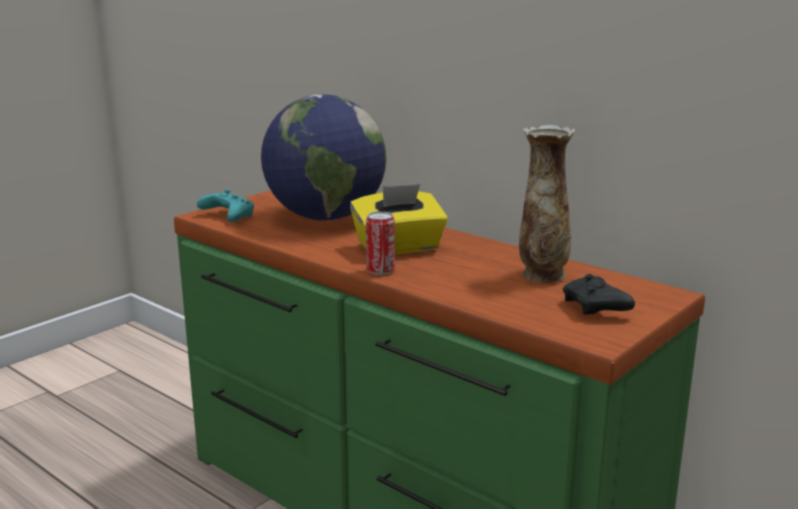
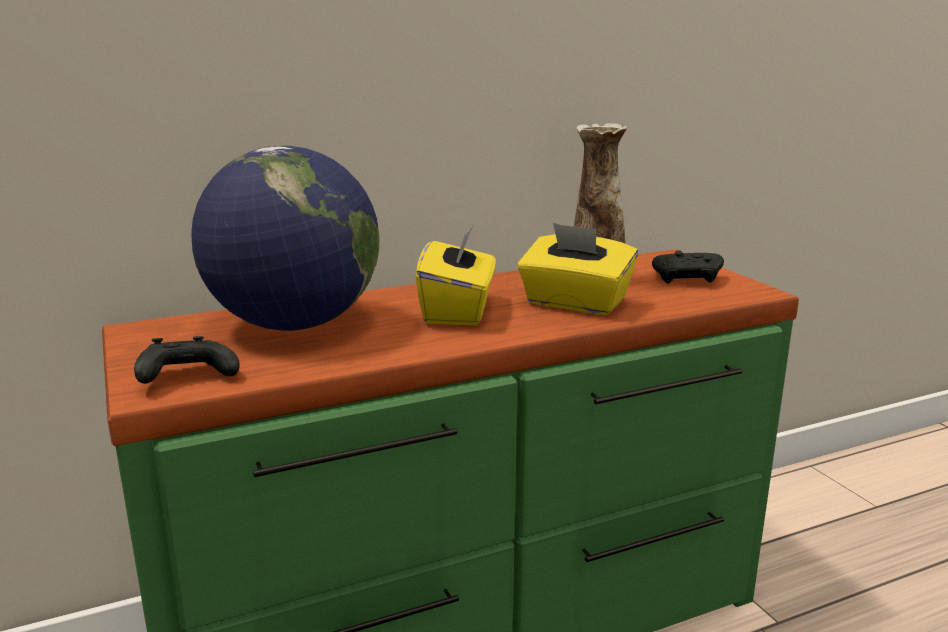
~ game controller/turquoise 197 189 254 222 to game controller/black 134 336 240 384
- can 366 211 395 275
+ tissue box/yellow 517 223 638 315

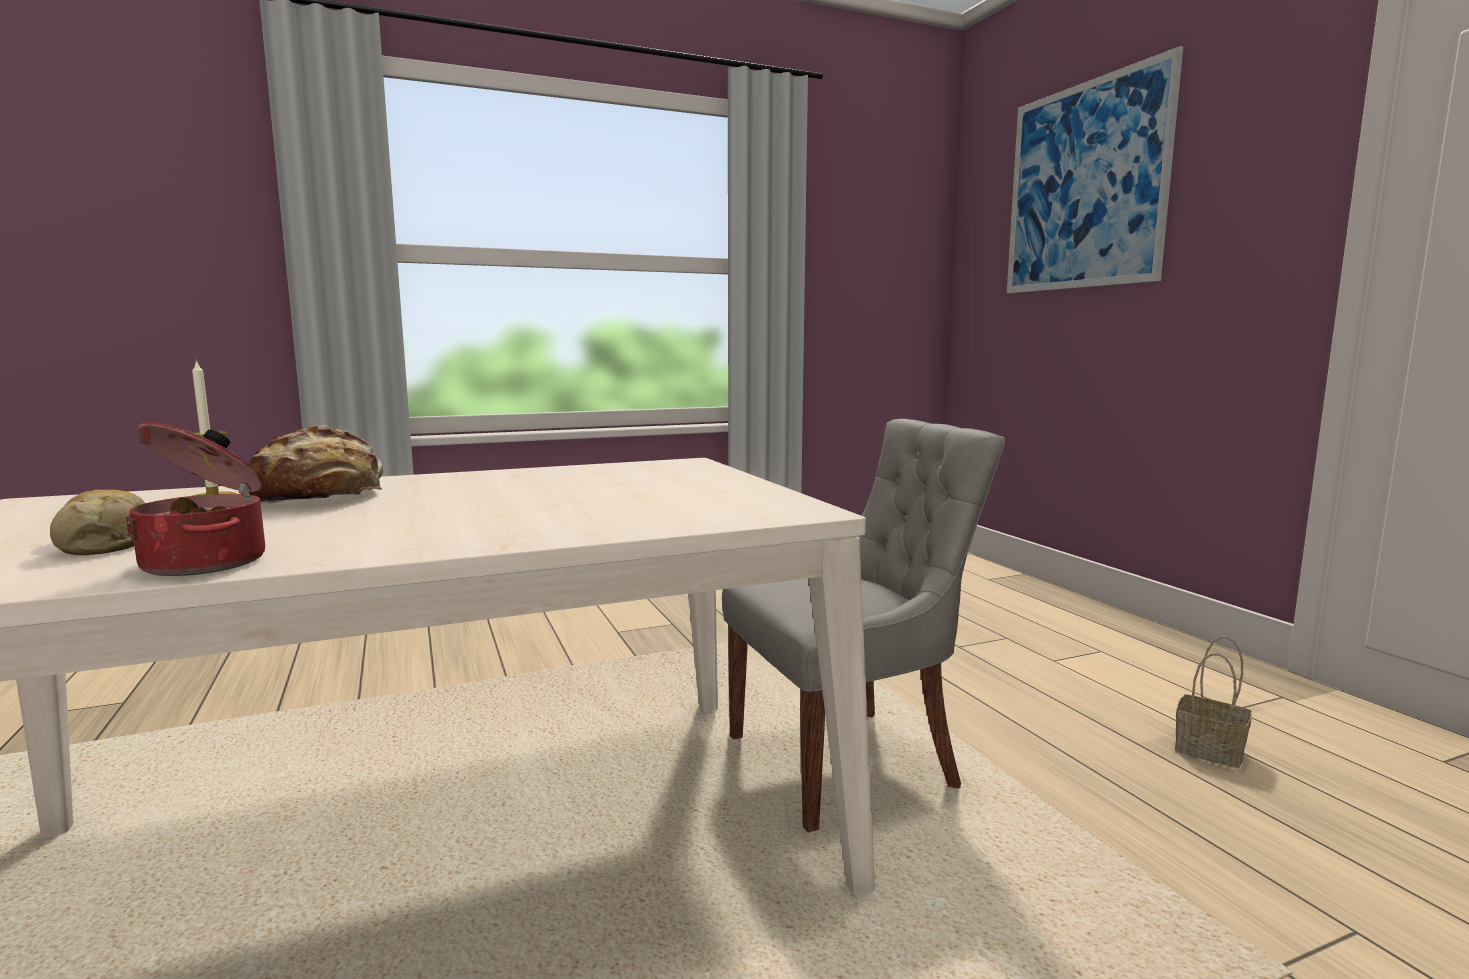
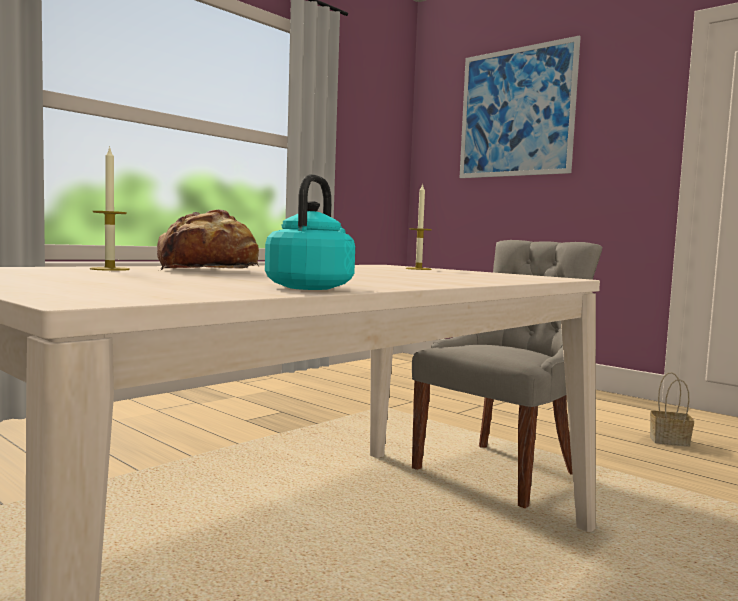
- bread 50 490 145 555
~ cooking pot 124 422 265 576 to kettle/turquoise 265 174 355 290
+ candle 406 183 432 270

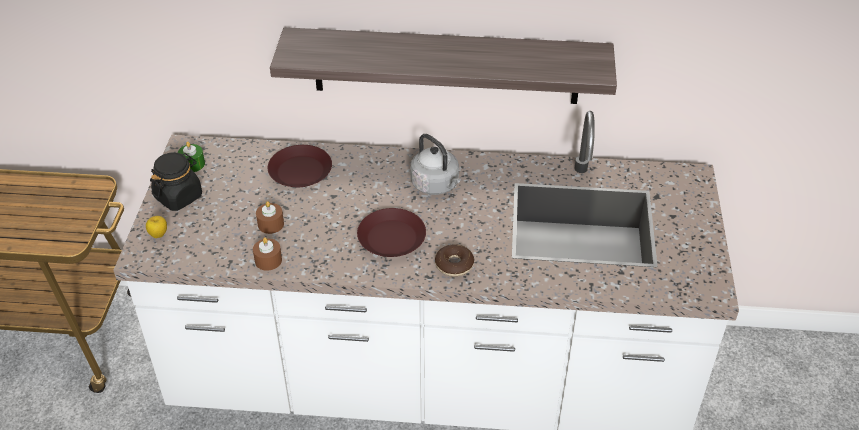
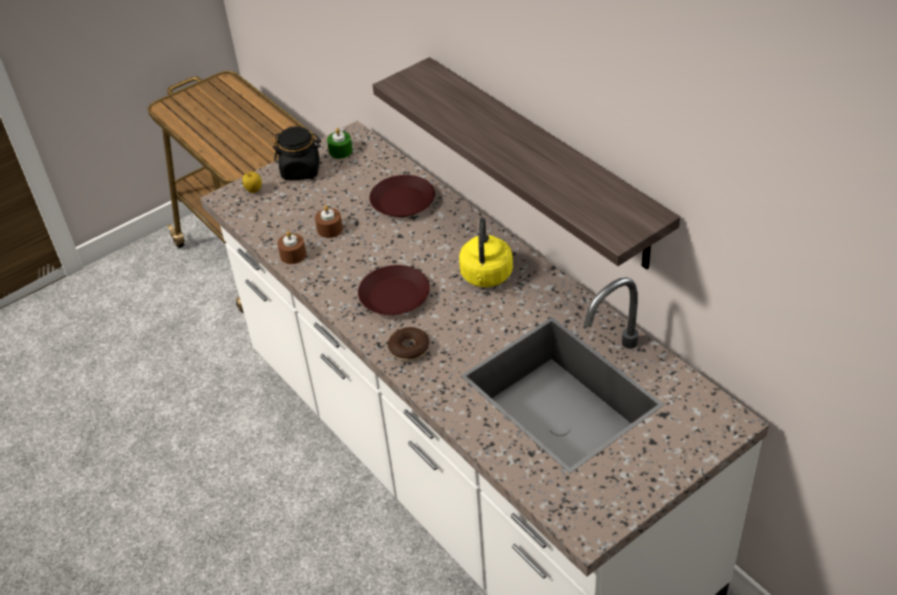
~ kettle/grey 410 134 461 195 to kettle/yellow 459 217 513 287

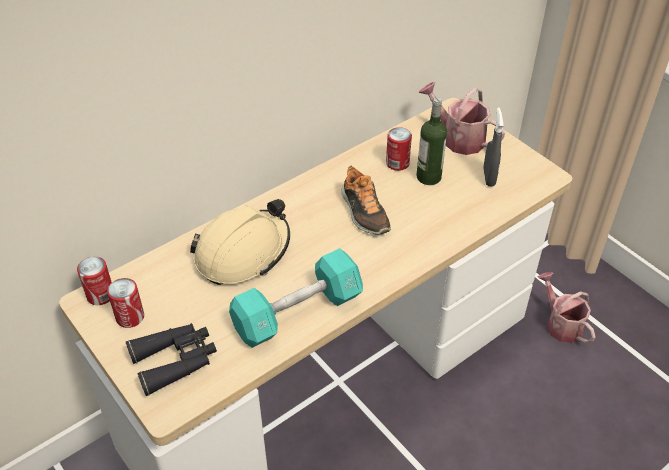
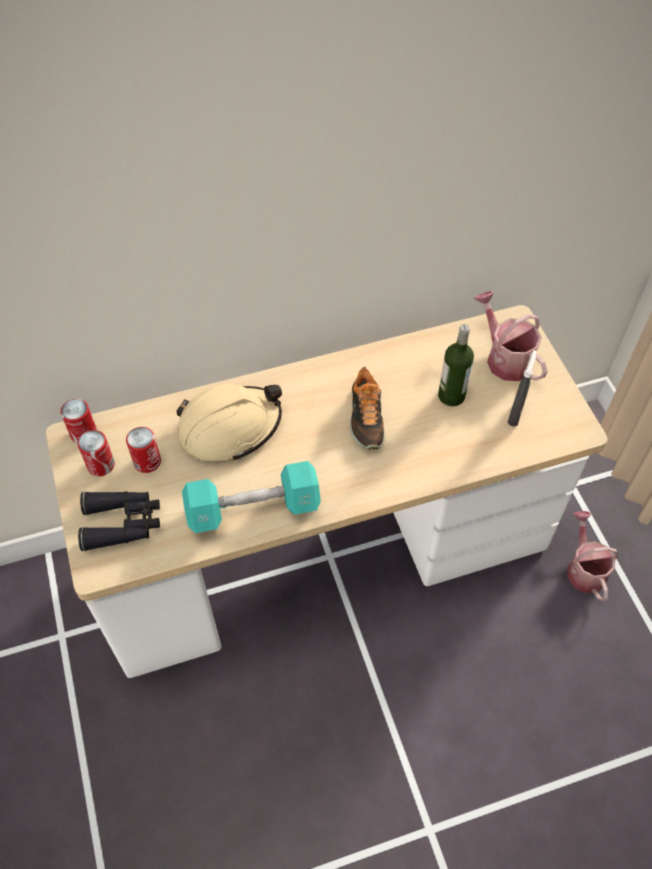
~ can 386 127 412 171 to 126 427 161 473

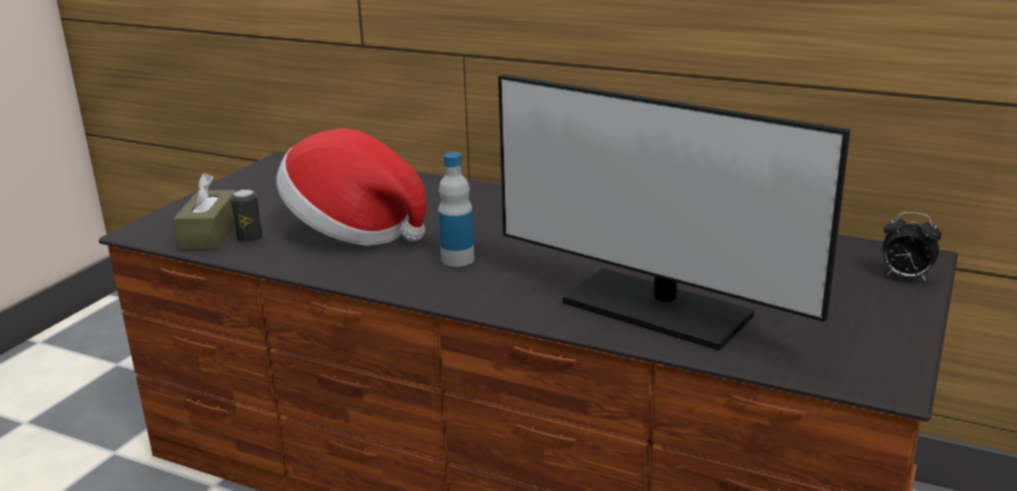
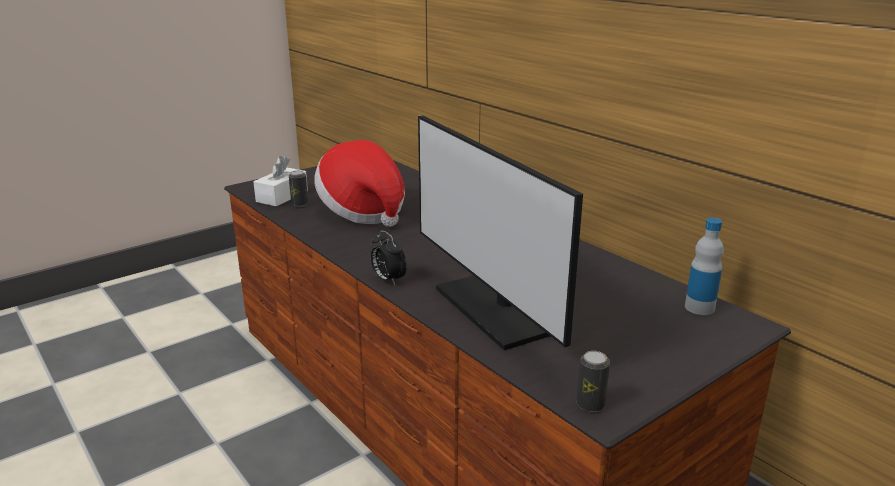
~ tissue box/brown 173 173 236 250 to tissue box/white 253 156 308 207
~ bottle 438 152 475 267 to 685 218 724 315
~ alarm clock 883 212 942 281 to 371 231 407 285
+ can 576 351 610 412

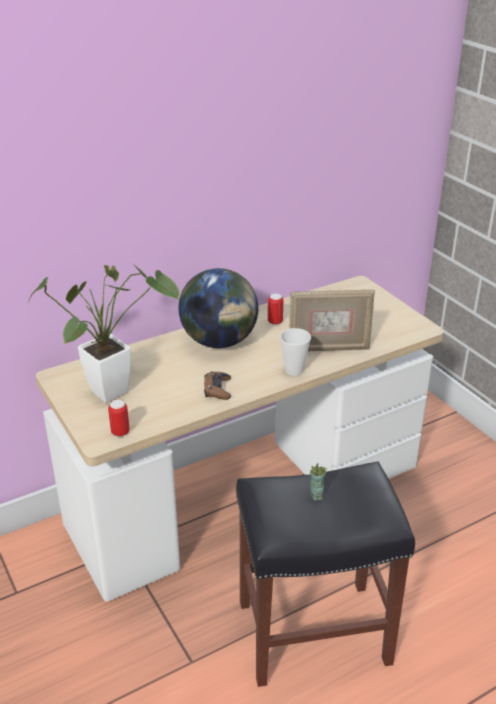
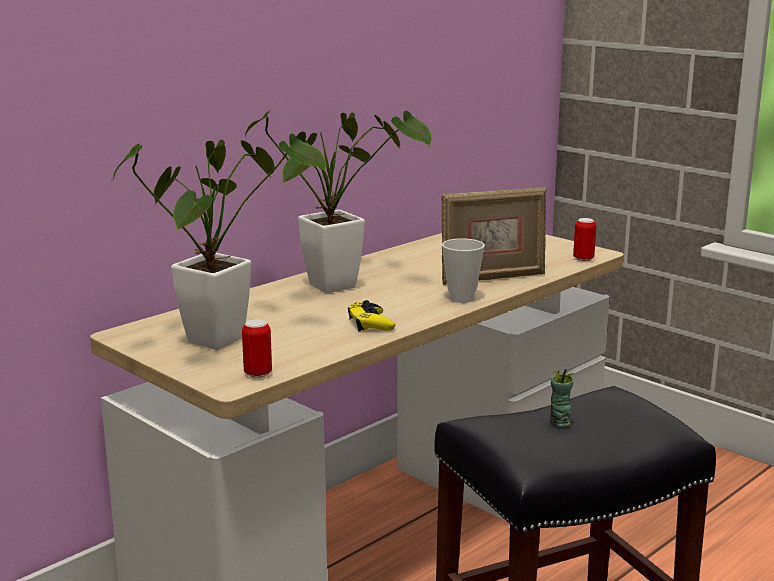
~ globe 179 268 258 348 to potted plant 243 109 432 293
~ game controller/brown 204 371 231 400 to game controller/yellow 348 300 396 332
~ can 268 294 283 325 to 573 218 596 261

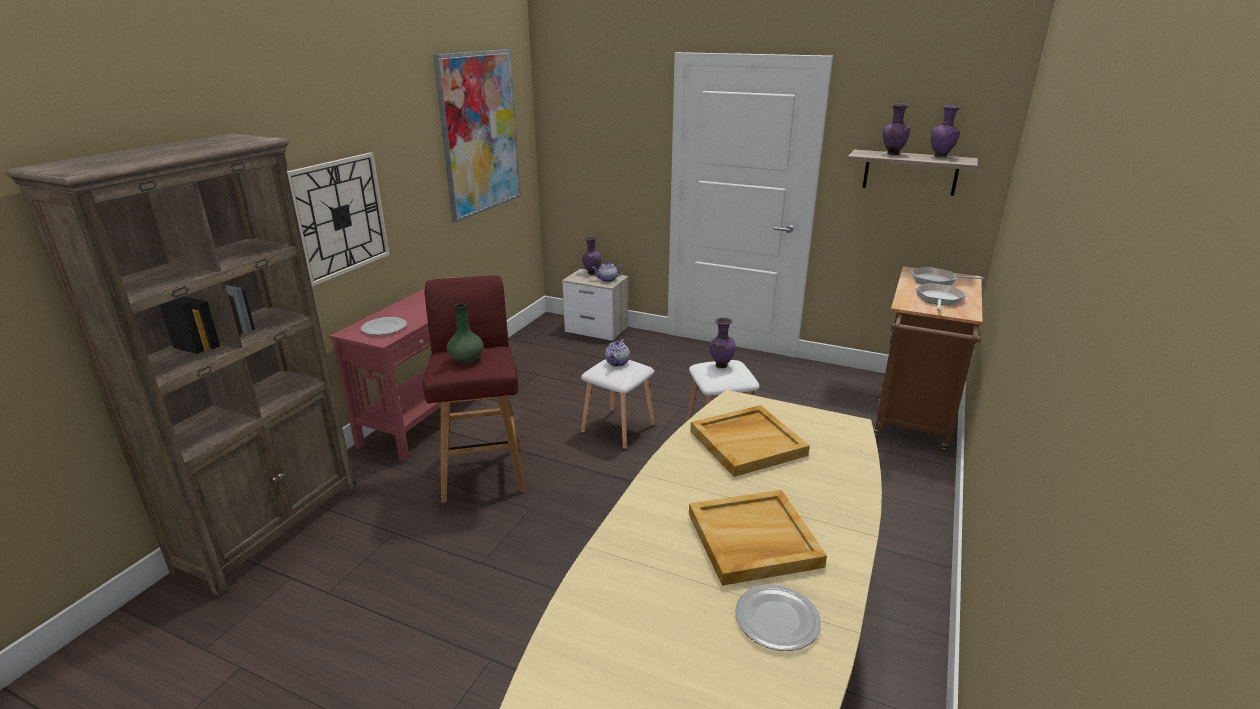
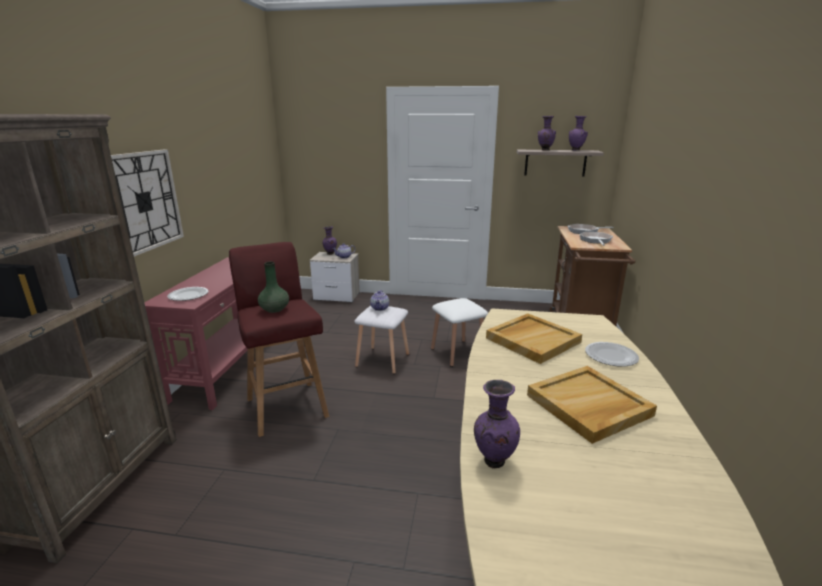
- picture 433 49 521 223
~ vase/purple 710 318 736 368 to 474 380 520 468
~ plate 735 585 821 651 to 585 342 639 367

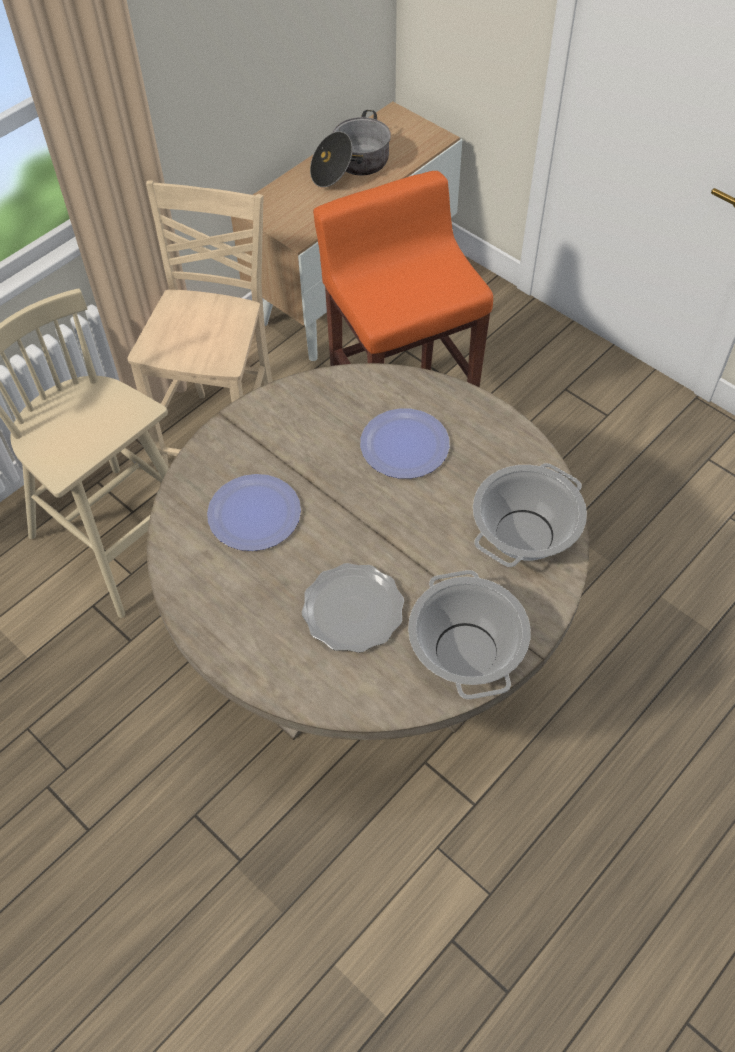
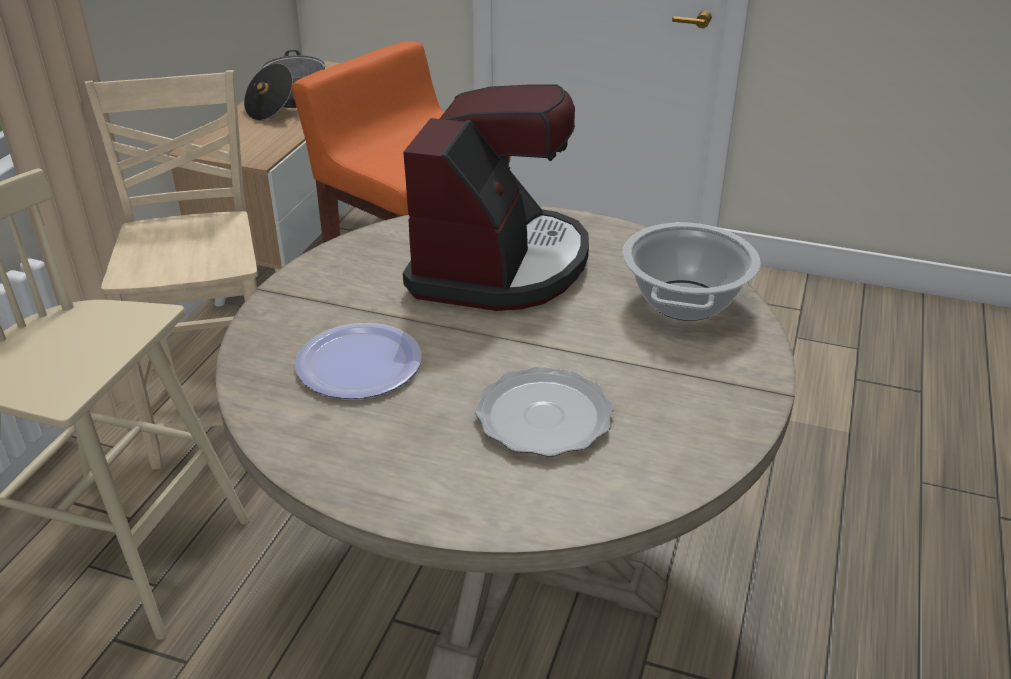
~ plate 360 408 450 479 to coffee machine 403 84 589 311
- cooking pot 408 570 531 699

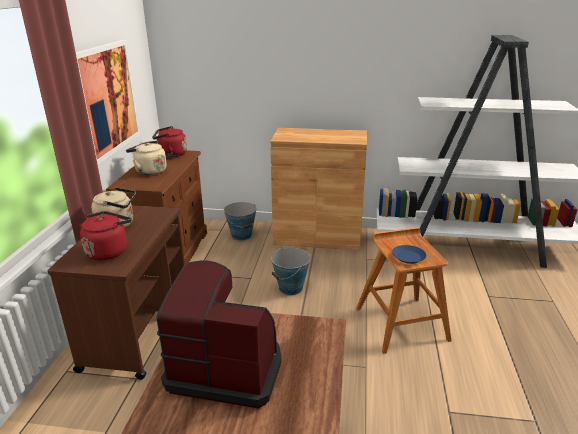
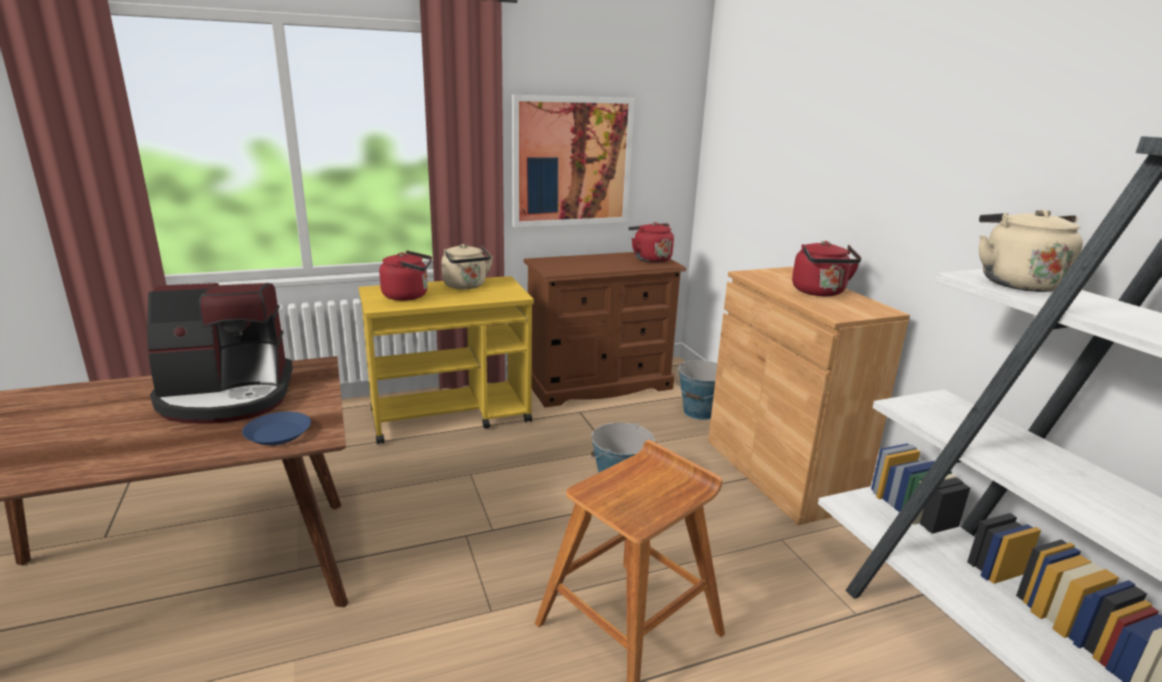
~ cart/brown 47 205 185 380 to cart/yellow 359 276 534 445
~ kettle/beige 126 141 167 175 to 979 209 1083 292
~ coffee machine 157 260 282 408 = 147 283 293 424 90 degrees clockwise
~ plate/blue 392 245 426 264 to 242 412 311 445
+ kettle/red 792 241 861 296

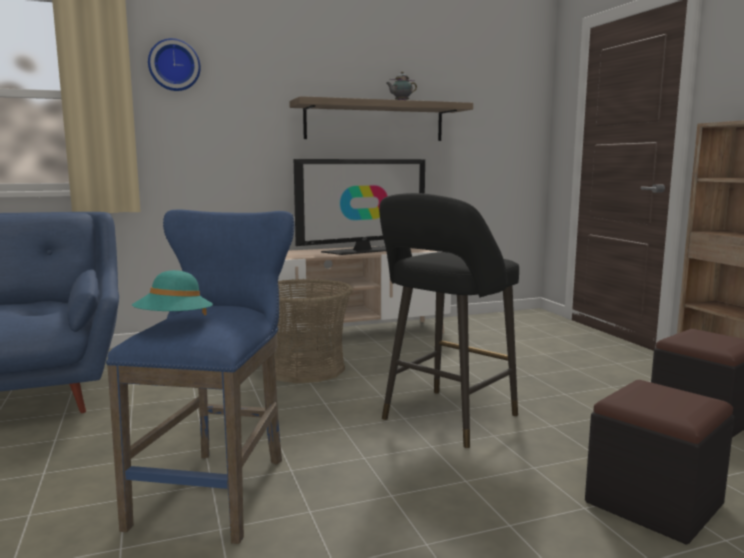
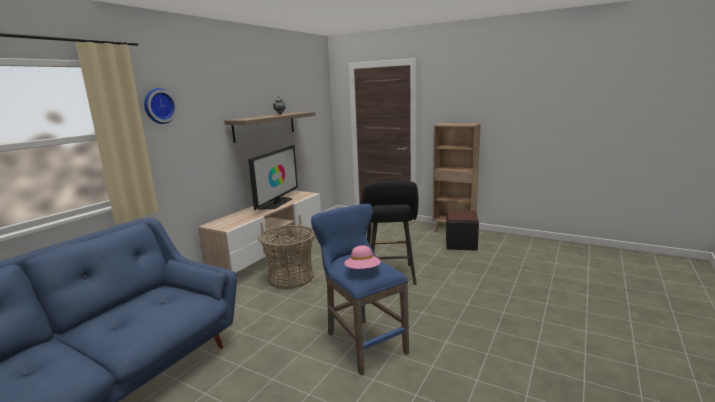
~ hat/turquoise 132 270 213 315 to hat/pink 344 245 381 269
- ottoman/black 585 380 734 545

